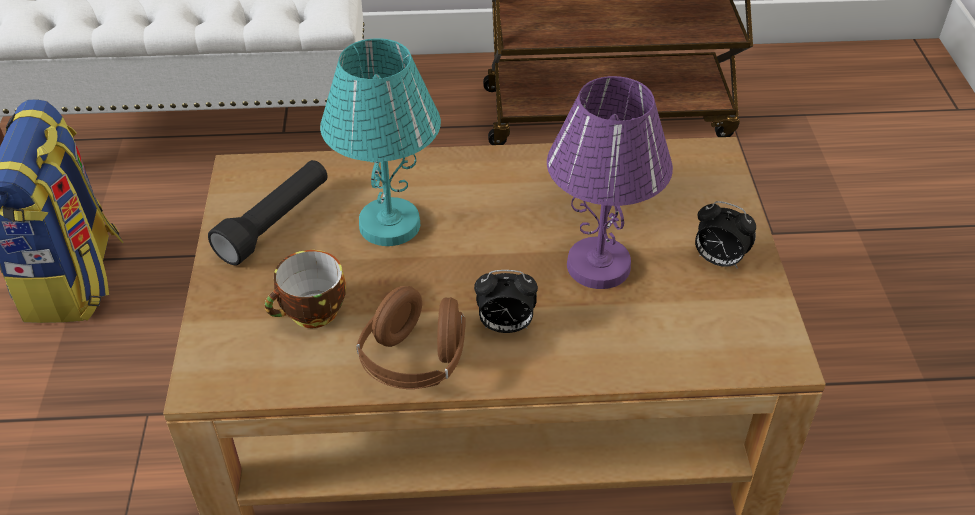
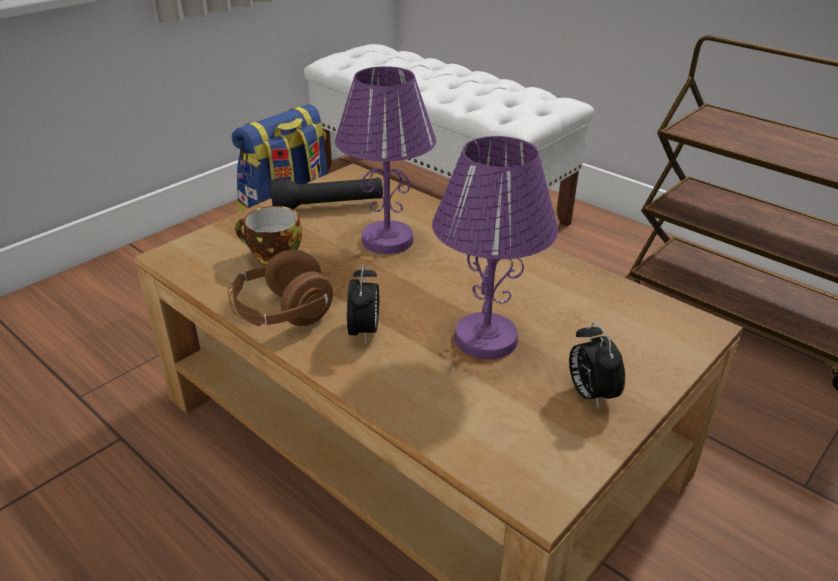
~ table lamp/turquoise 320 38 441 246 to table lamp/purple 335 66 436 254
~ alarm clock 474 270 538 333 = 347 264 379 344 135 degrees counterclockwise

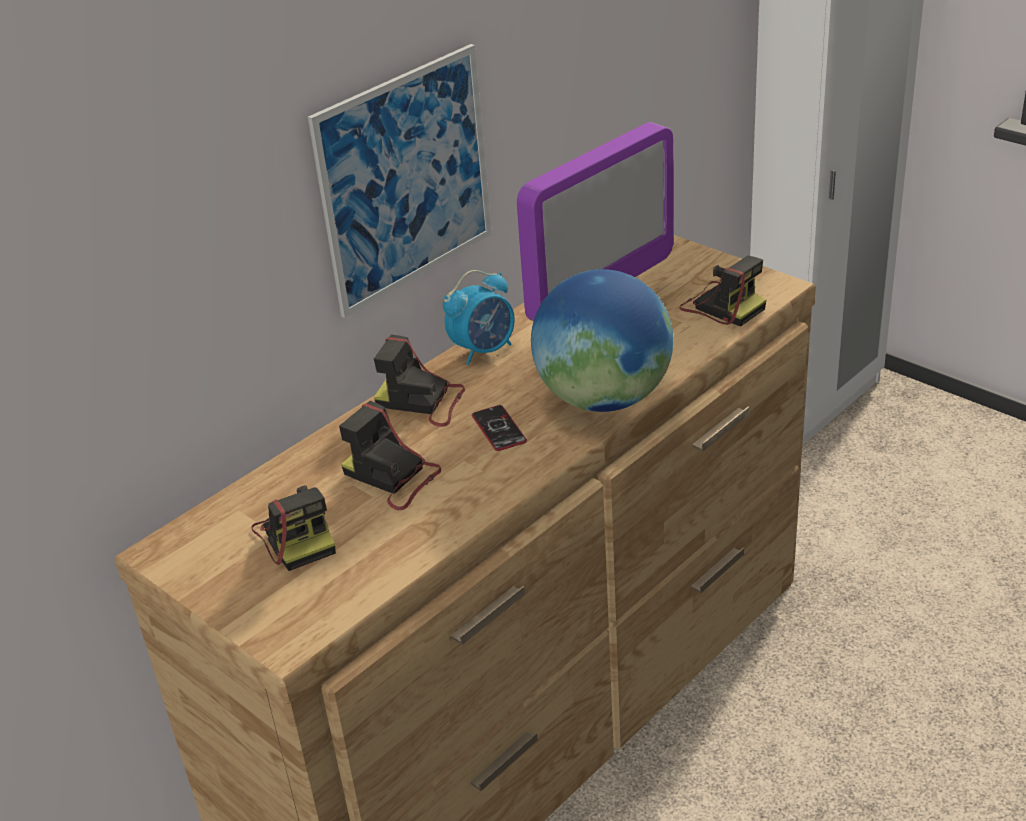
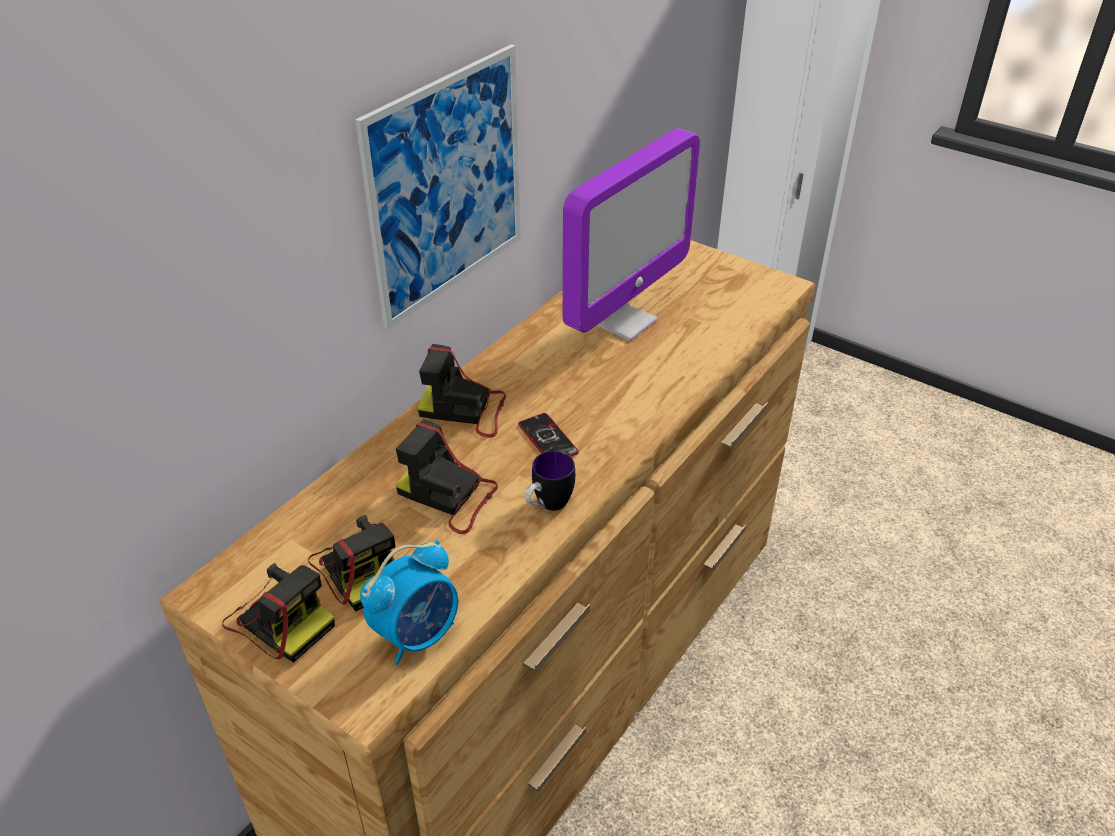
~ alarm clock 443 270 515 365 to 360 540 458 665
- globe 531 269 674 412
~ photo camera 679 256 767 327 to 222 563 335 663
+ mug 525 451 575 511

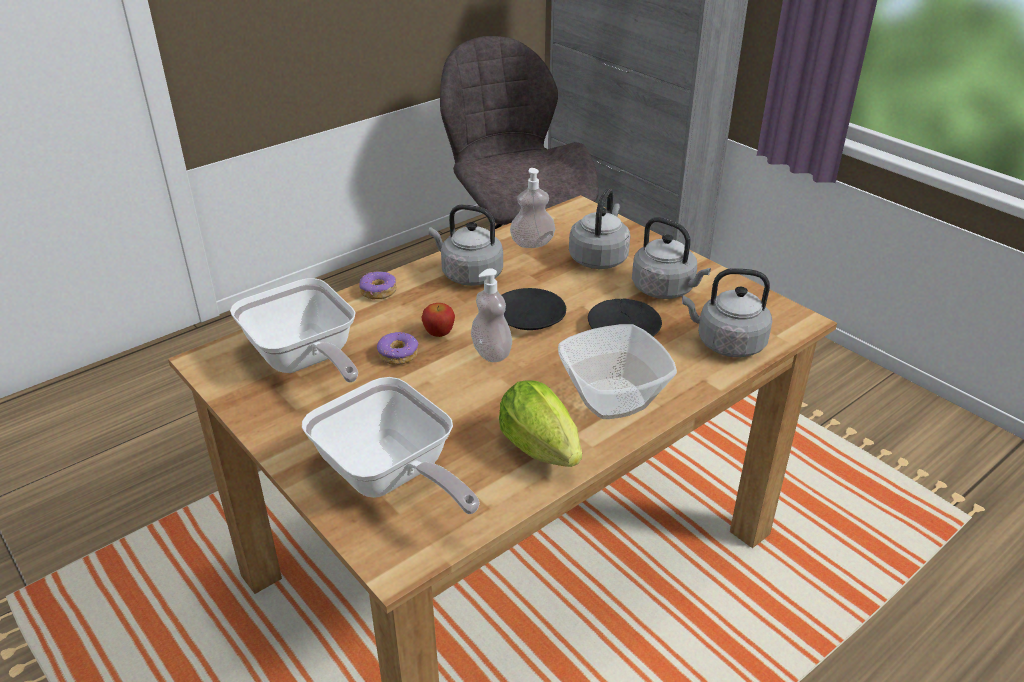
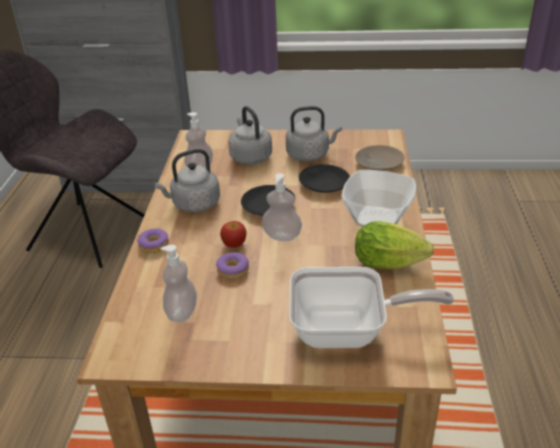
~ frying pan 230 278 358 383 to soap dispenser 161 245 197 322
~ kettle/grey 682 268 772 357 to plate/beige 355 145 405 171

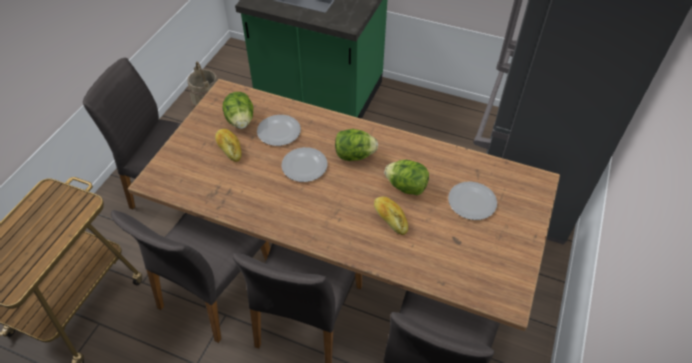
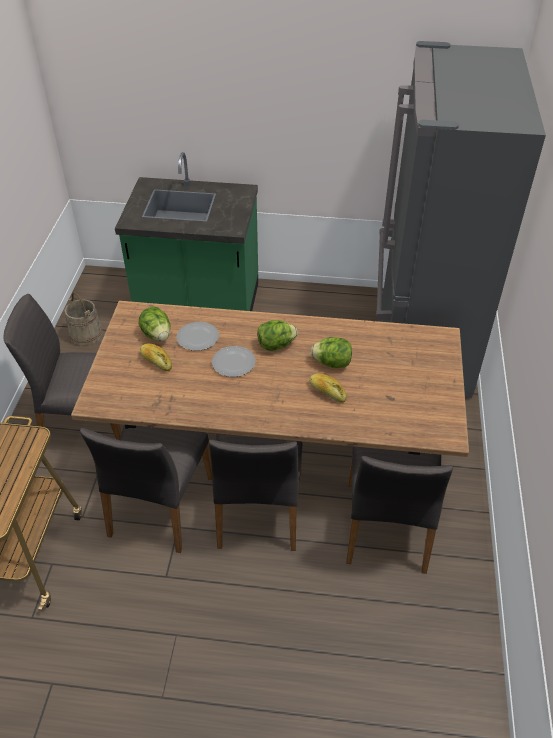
- plate 448 182 497 220

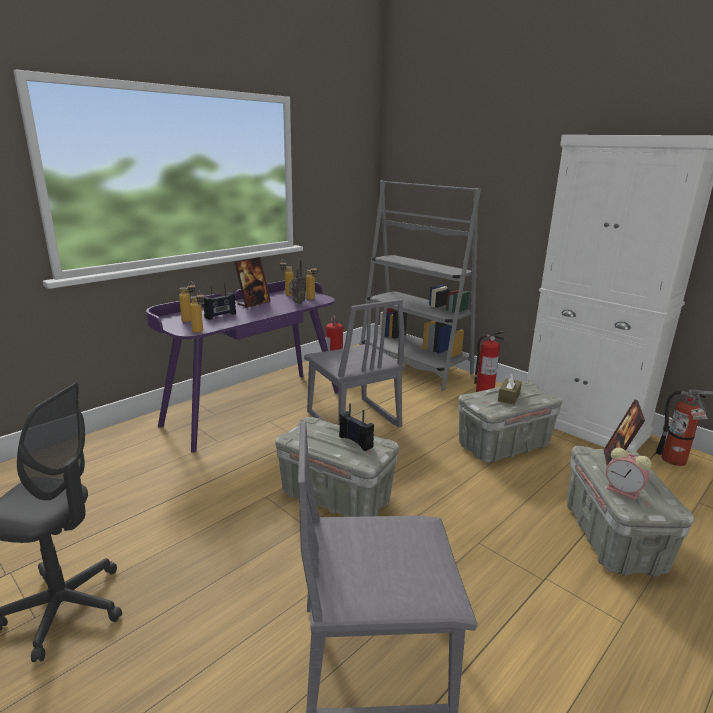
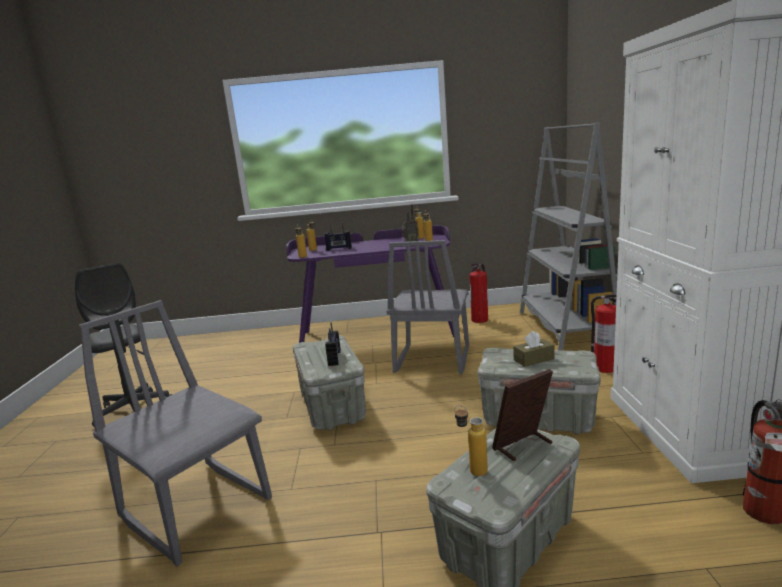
- picture frame 235 257 271 308
~ alarm clock 606 448 652 500 to bottle 454 405 488 476

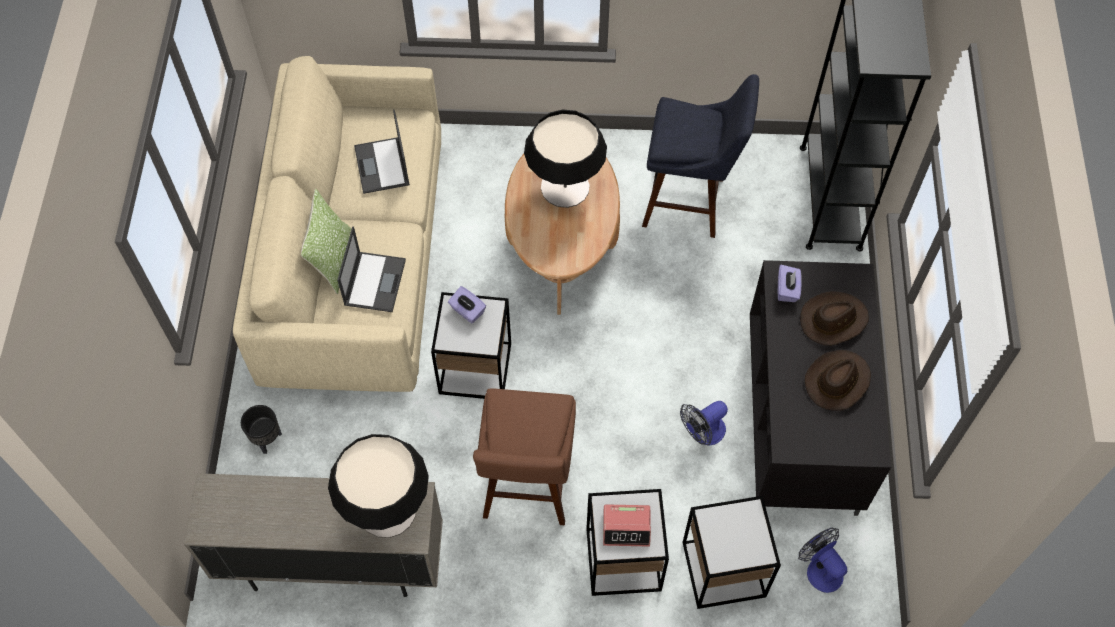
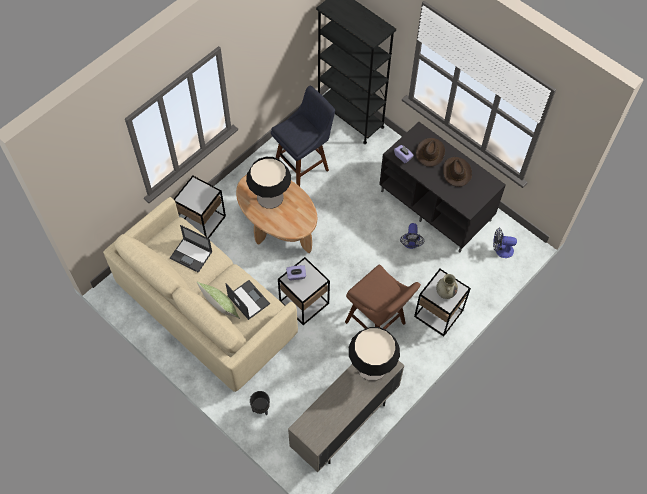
~ alarm clock 603 504 651 547 to vase/beige 436 274 458 299
~ side table 682 496 781 609 to 174 176 226 238

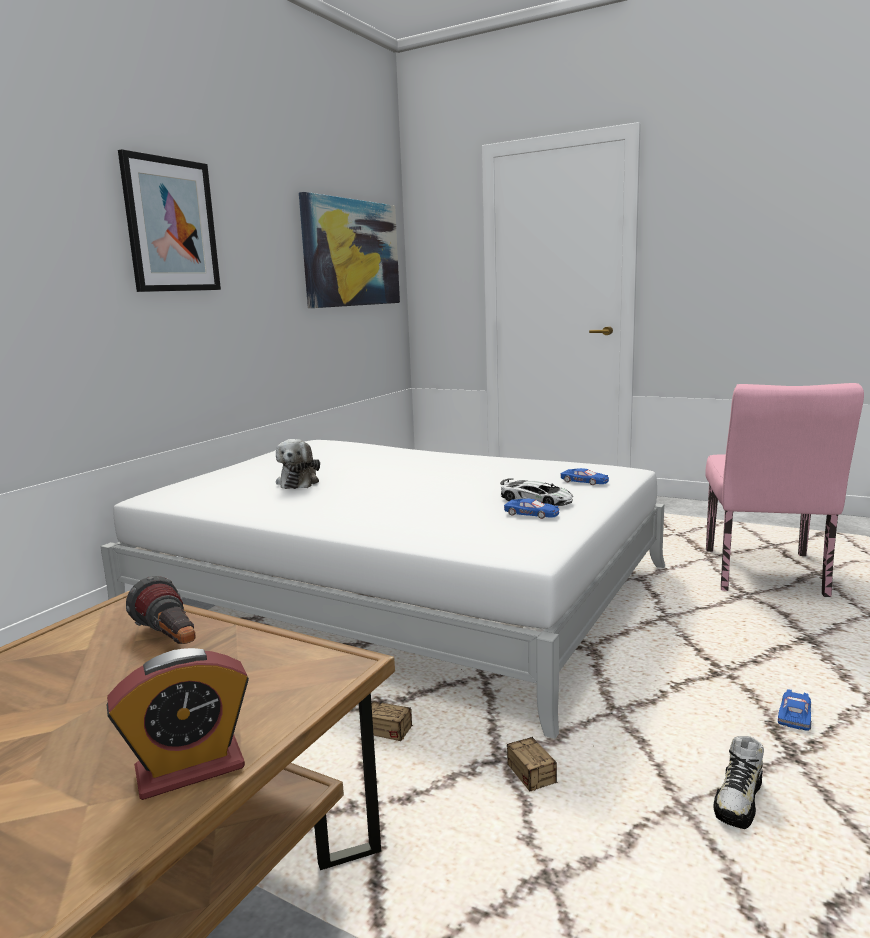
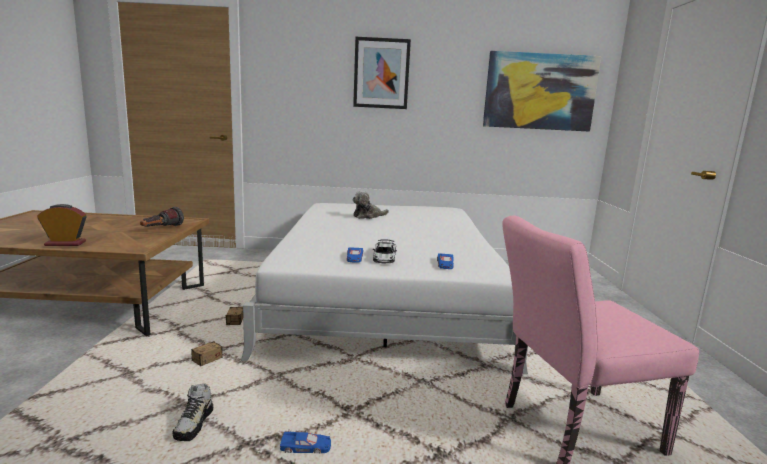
~ alarm clock 106 648 249 800 = 37 204 87 246 135 degrees clockwise
~ shoe 713 736 764 829 = 173 383 213 441 90 degrees counterclockwise

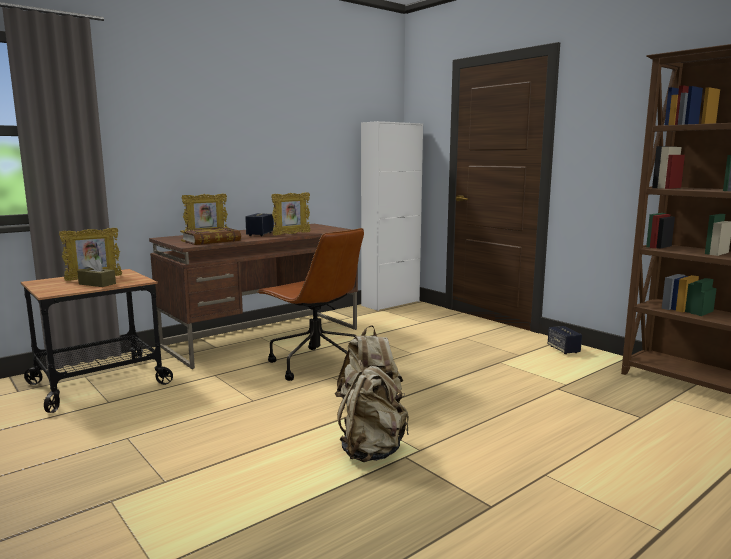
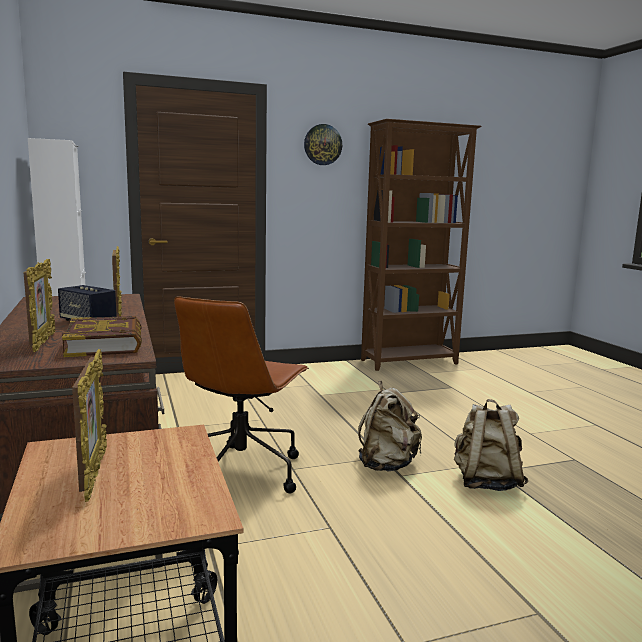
- tissue box/brown 77 257 116 287
~ office chair/brown 257 228 364 381 = 174 296 309 493 135 degrees clockwise
- speaker 548 326 582 354
+ wall clock 304 124 342 165

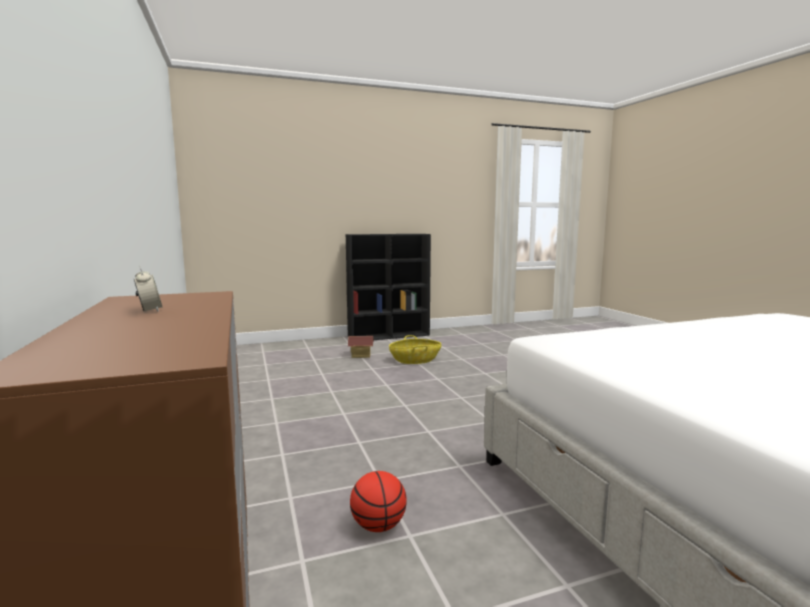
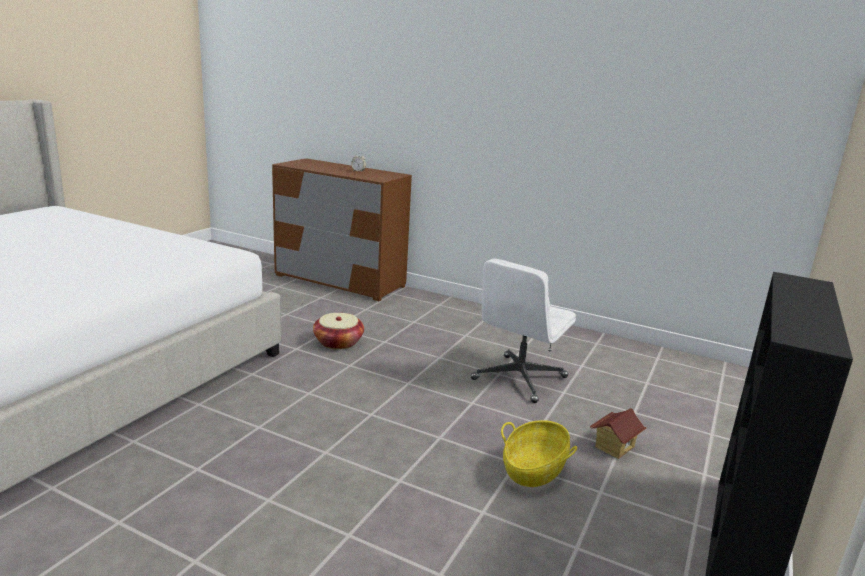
- basketball 350 471 407 532
+ basket 313 313 364 350
+ office chair/white 471 259 576 403

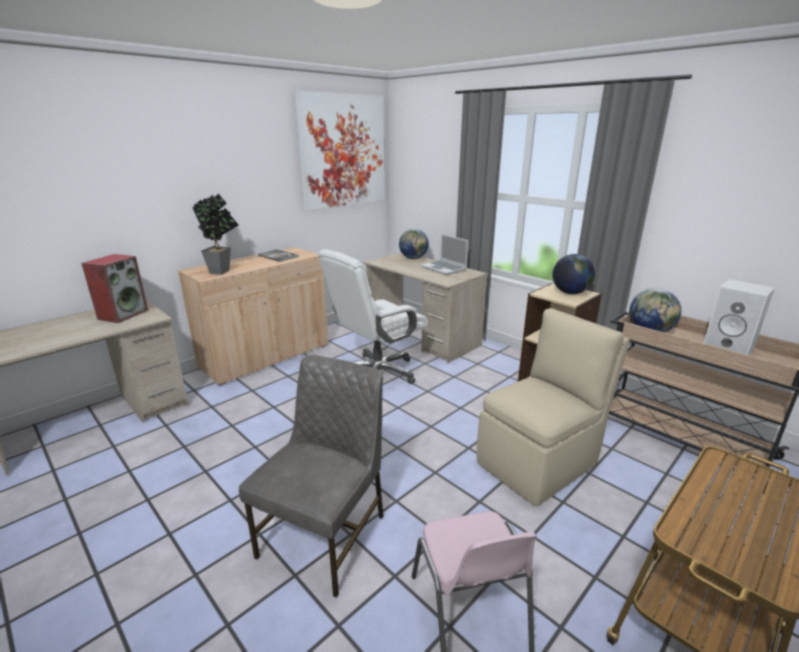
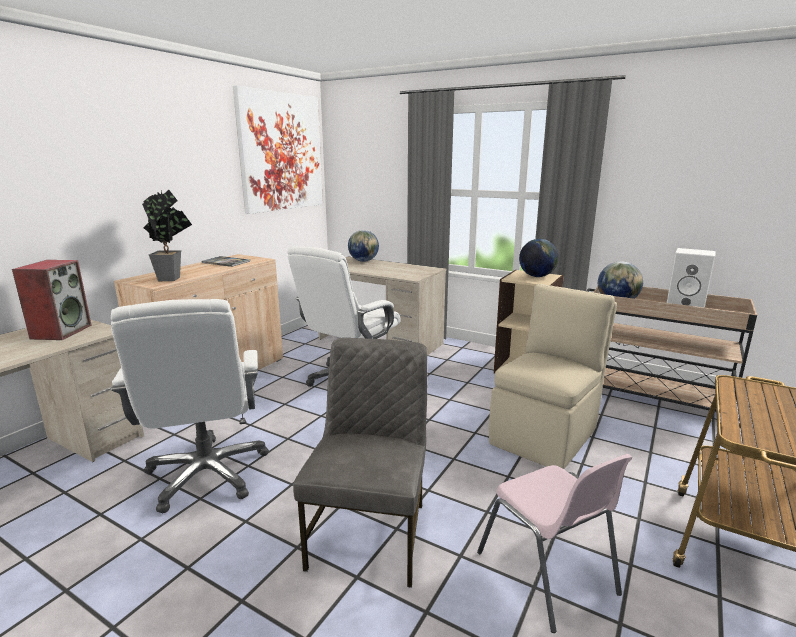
- laptop 421 234 468 275
+ office chair/white 111 299 269 513

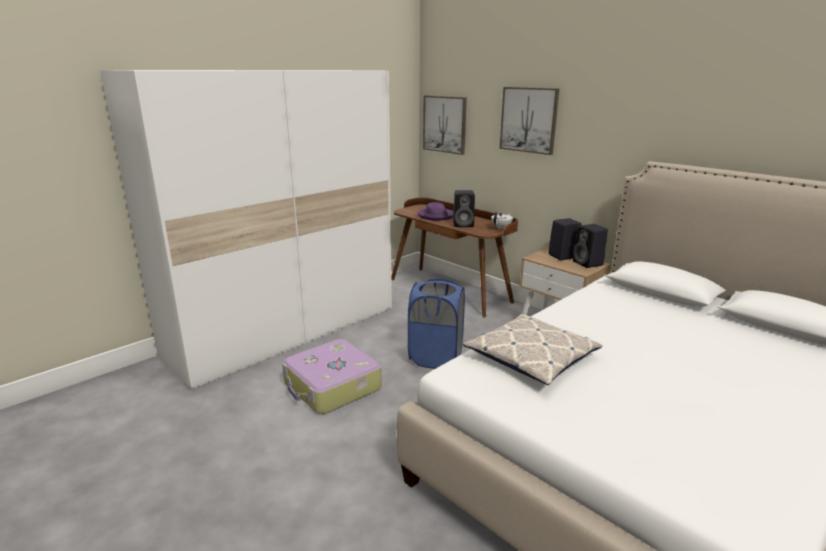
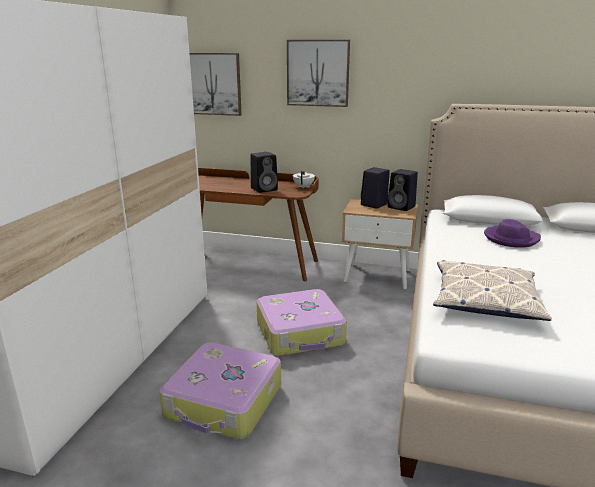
~ laundry basket/blue 408 279 465 369 to suitcase 257 289 347 356
~ hat/purple 418 202 454 220 to 484 219 541 248

